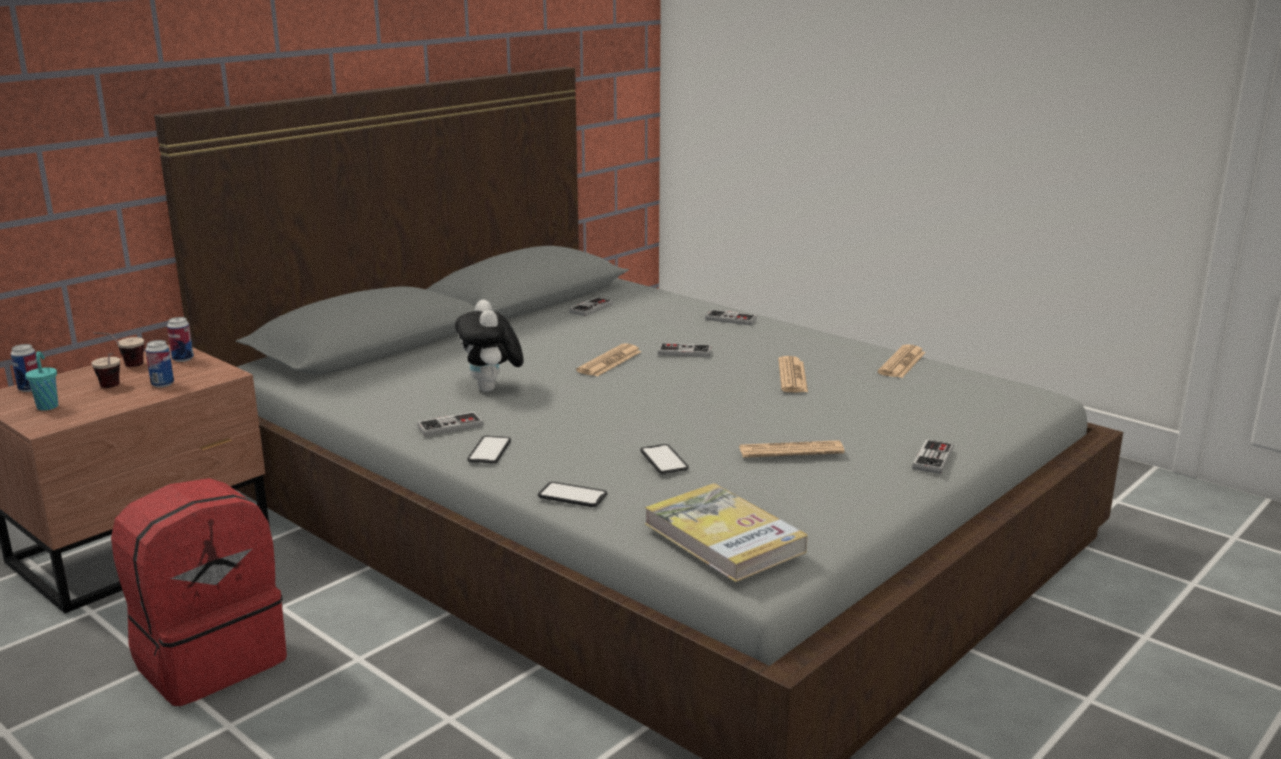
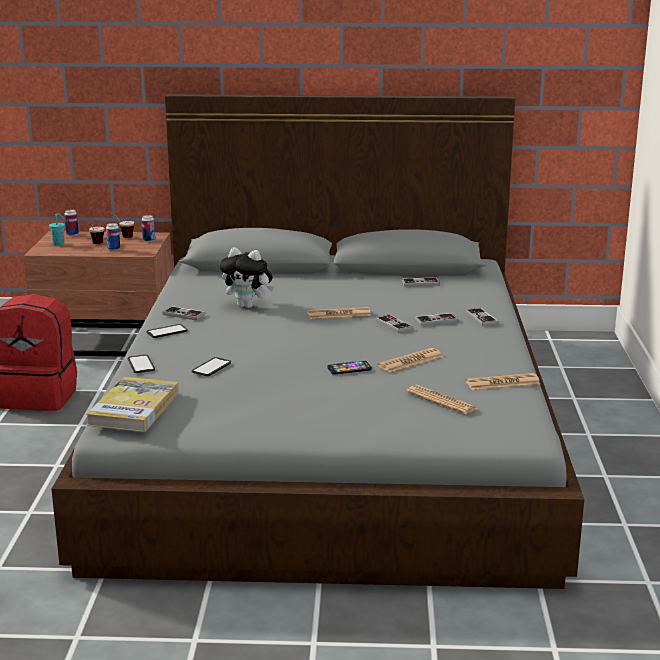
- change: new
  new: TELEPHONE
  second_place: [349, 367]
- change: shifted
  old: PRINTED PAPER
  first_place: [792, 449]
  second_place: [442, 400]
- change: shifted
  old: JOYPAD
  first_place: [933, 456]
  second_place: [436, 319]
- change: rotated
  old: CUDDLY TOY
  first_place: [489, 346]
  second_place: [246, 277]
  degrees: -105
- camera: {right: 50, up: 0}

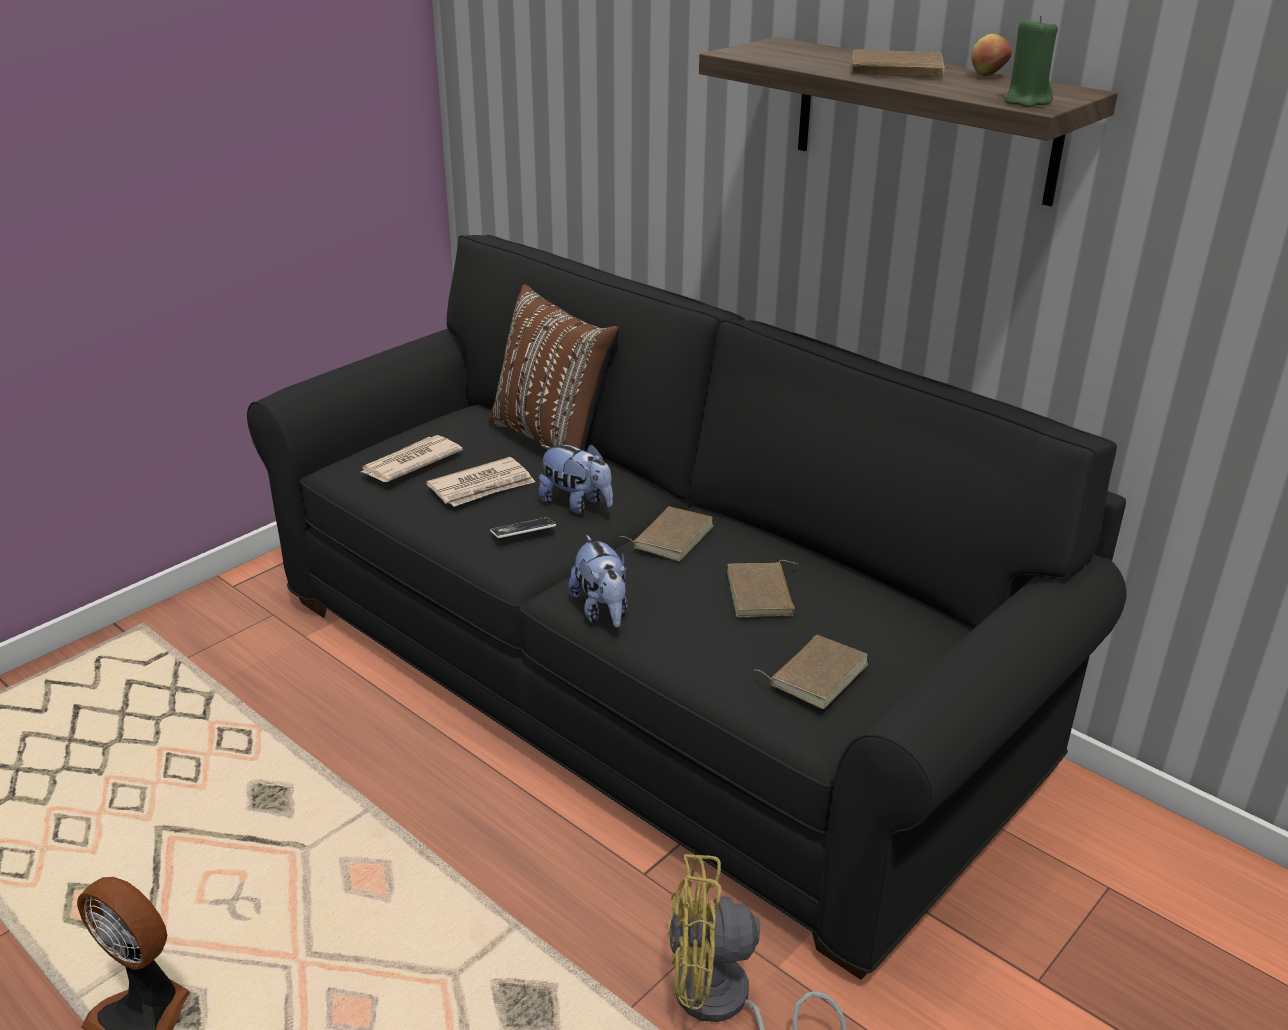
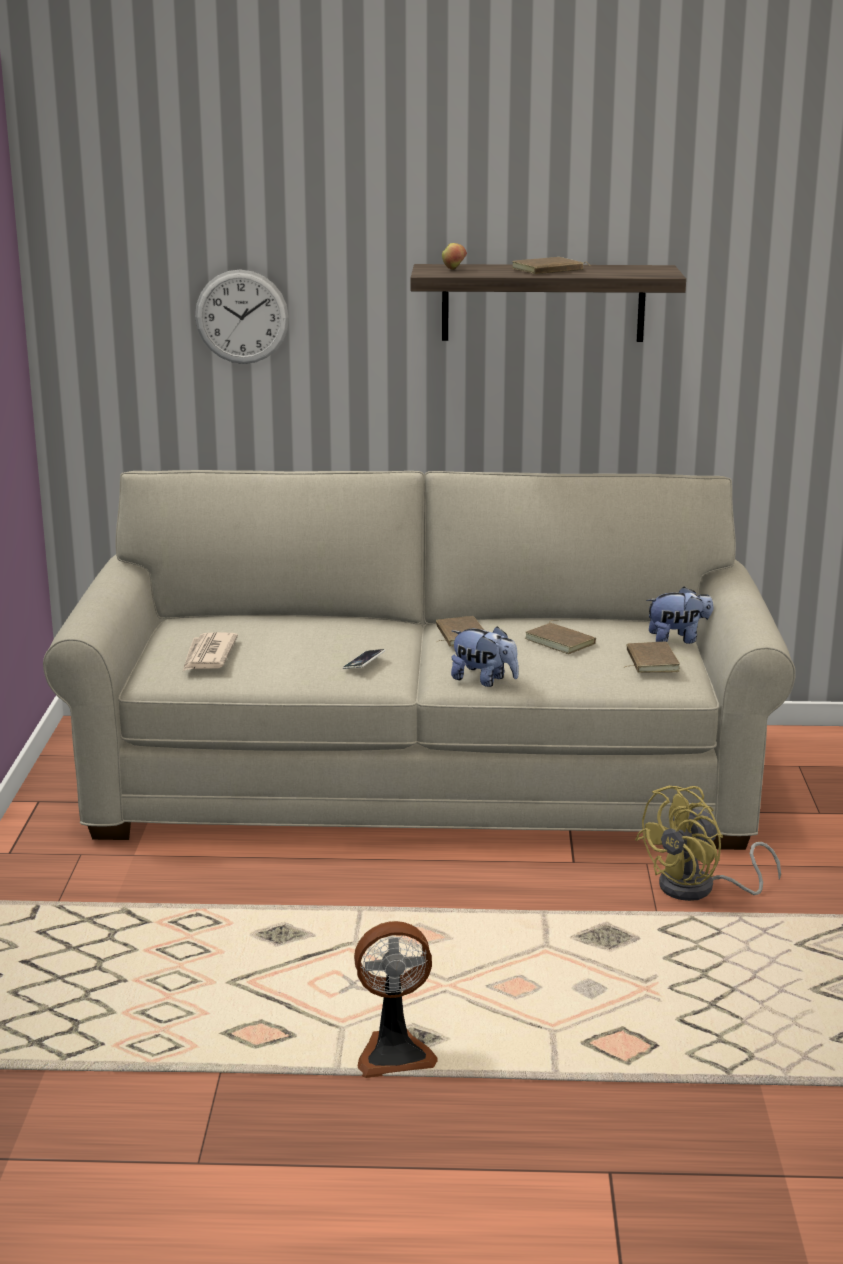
- change: gone
  old: PRINTED PAPER
  first_place: [480, 482]
- change: gone
  old: BROWNISH THROW PILLOW
  first_place: [553, 367]
- change: gone
  old: GREENISH CANDLE
  first_place: [1030, 61]
- change: new
  new: HANGING CLOCK
  second_place: [242, 317]
- change: shifted
  old: CUDDLY TOY
  first_place: [576, 479]
  second_place: [680, 615]
- change: shifted
  old: APPLE FRUIT
  first_place: [991, 55]
  second_place: [454, 256]
- change: repainted
  old: BLACKISH SETTEE
  new: BEIGE SETTEE
  first_place: [687, 607]
  second_place: [419, 660]
- camera: {right: -40, up: -10}

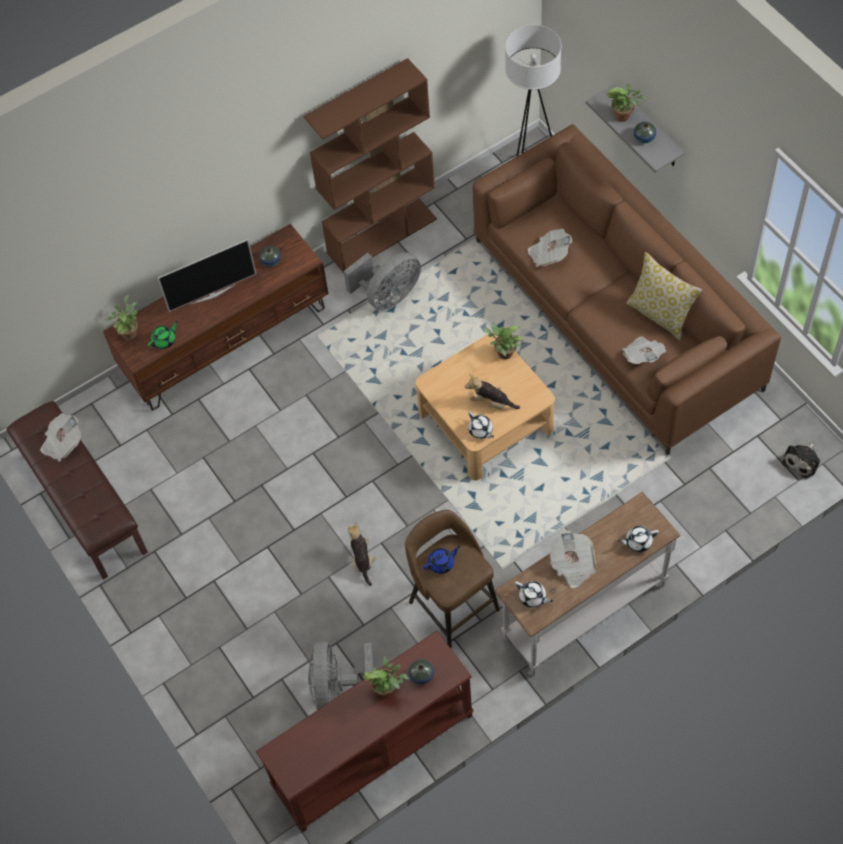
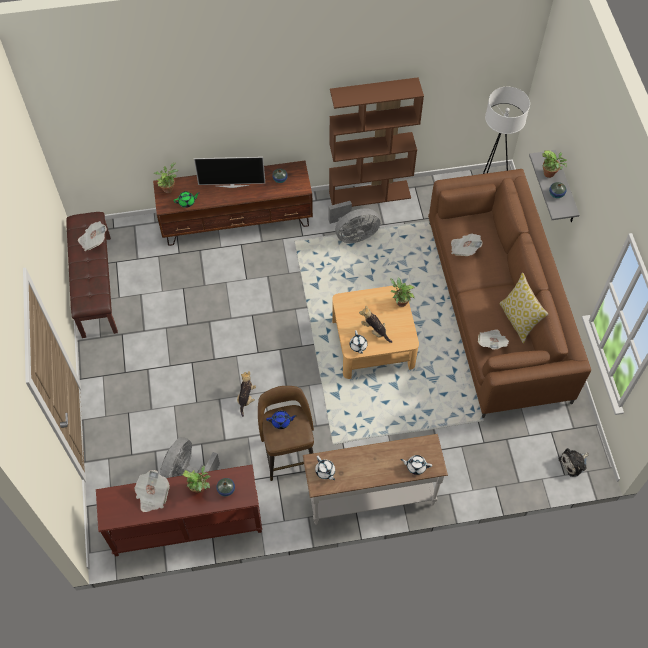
- change: shifted
  old: PRINTED PAPER
  first_place: [573, 559]
  second_place: [152, 491]
- camera: {right: 20, up: 0}

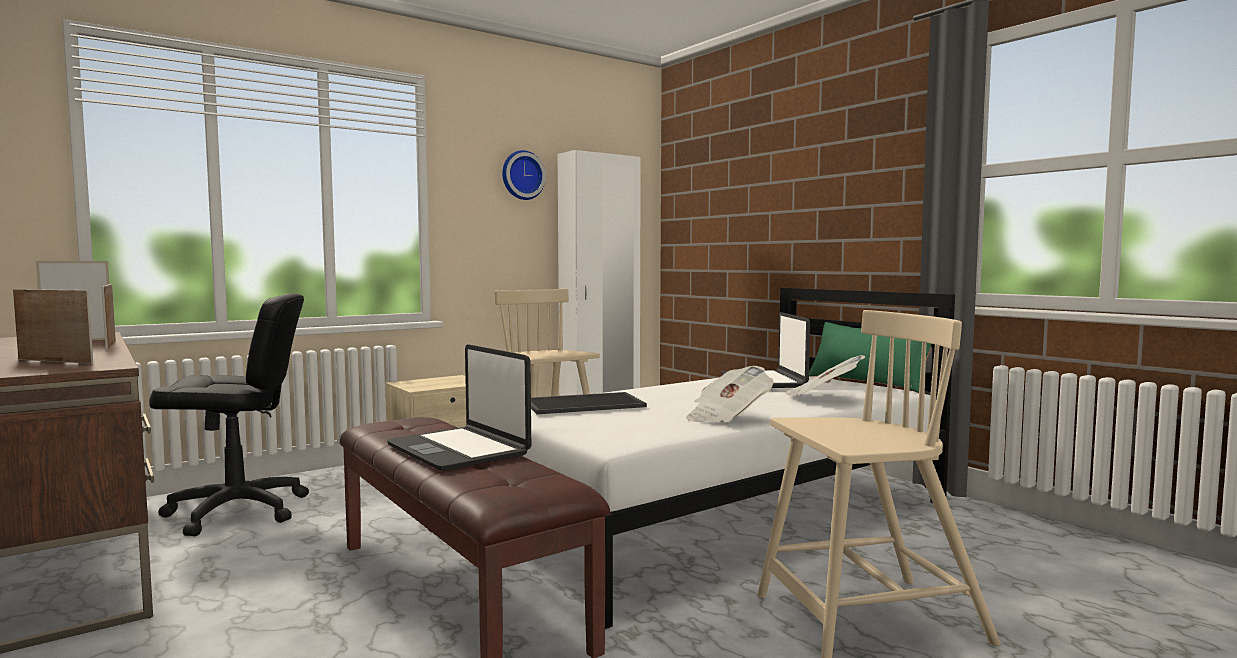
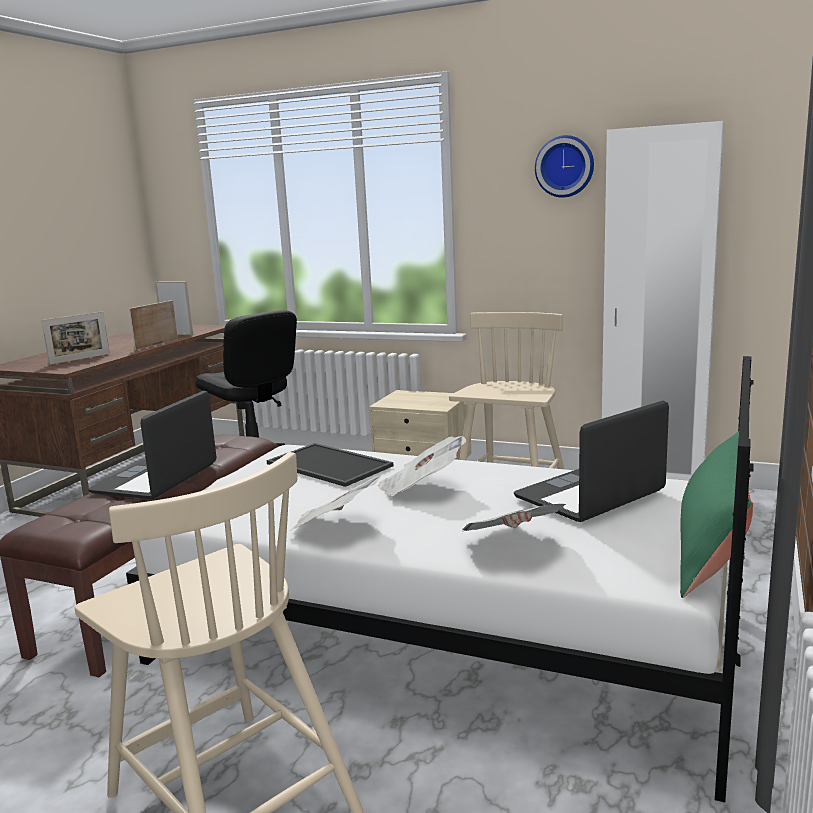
- change: new
  new: PRINTED PAPER
  second_place: [422, 466]
- change: rotated
  old: PICTURE FRAME
  first_place: [53, 326]
  second_place: [75, 338]
  degrees: 60
- camera: {right: 60, up: 10}

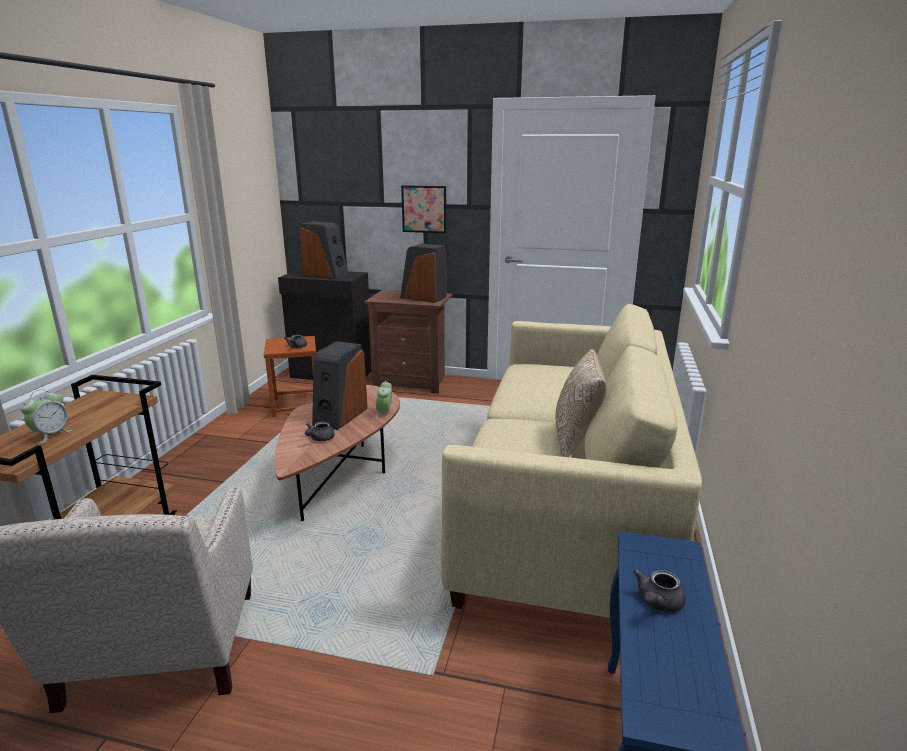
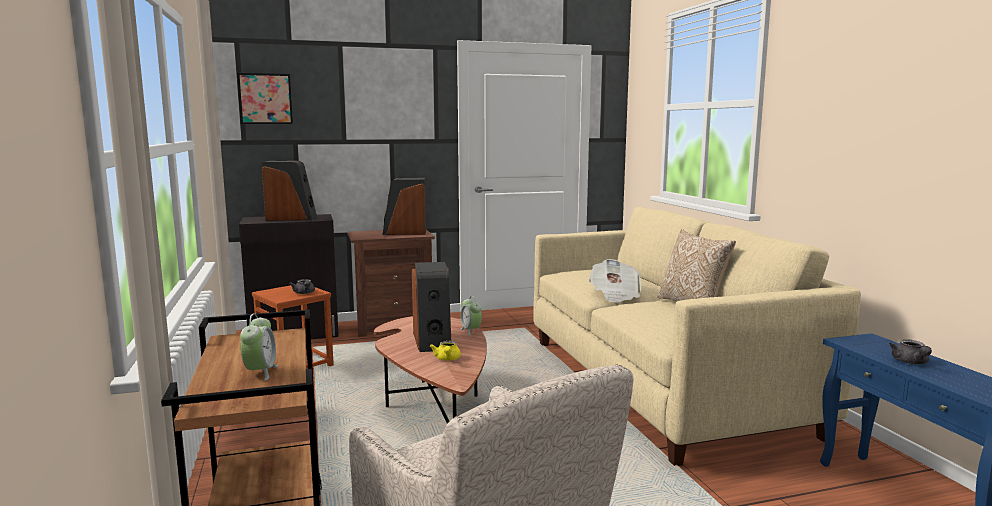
- change: new
  new: PRINTED PAPER
  second_place: [615, 281]
- change: shifted
  old: PICTURE
  first_place: [423, 209]
  second_place: [265, 98]
- change: repainted
  old: GRAY TEA POT
  new: YELLOW-COLOURED TEA POT
  first_place: [320, 431]
  second_place: [445, 351]
- camera: {right: -30, up: -10}

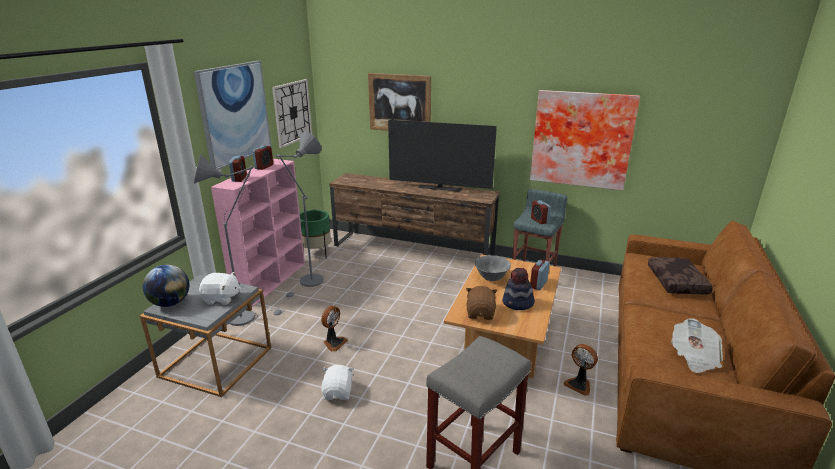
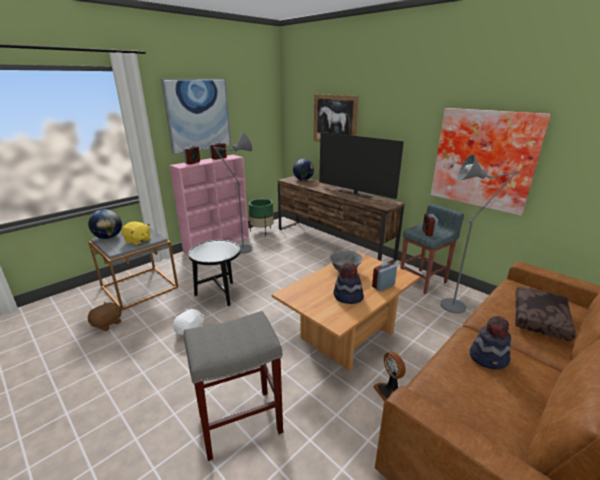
- change: gone
  old: HANGING CLOCK
  first_place: [292, 113]
- change: gone
  old: PRINTED PAPER
  first_place: [697, 345]
- change: new
  new: DESK GLOBE
  second_place: [303, 169]
- change: new
  new: CLOTHING HAT
  second_place: [490, 343]
- change: shifted
  old: GRAY FLOOR LAMP
  first_place: [238, 240]
  second_place: [480, 233]
- change: shifted
  old: BROWNISH CUDDLY TOY
  first_place: [482, 303]
  second_place: [105, 316]
- change: swapped
  old: ELECTRIC FAN
  new: BLACKISH END TABLE
  first_place: [334, 329]
  second_place: [214, 273]
- change: repainted
  old: WHITISH CUDDLY TOY
  new: YELLOW-COLOURED CUDDLY TOY
  first_place: [220, 288]
  second_place: [136, 234]
- camera: {right: 25, up: 0}

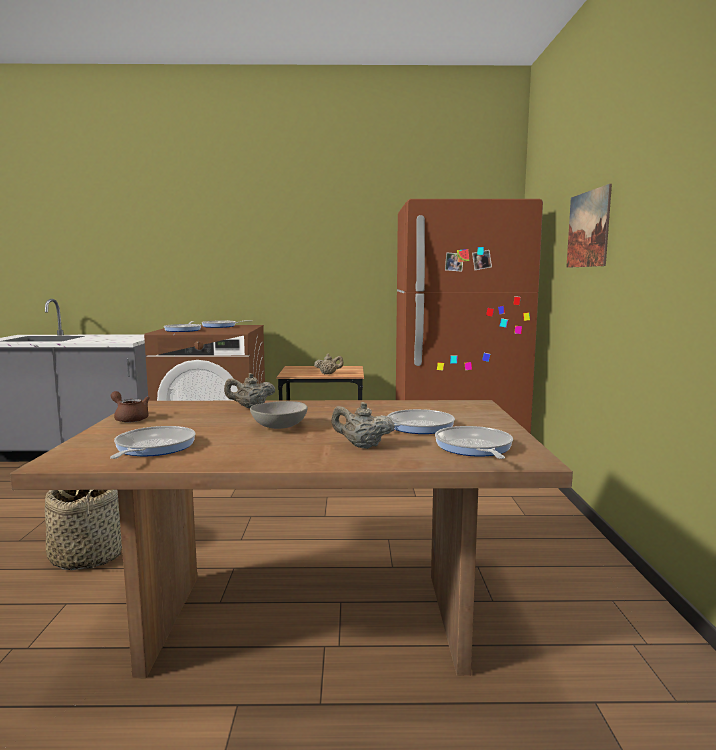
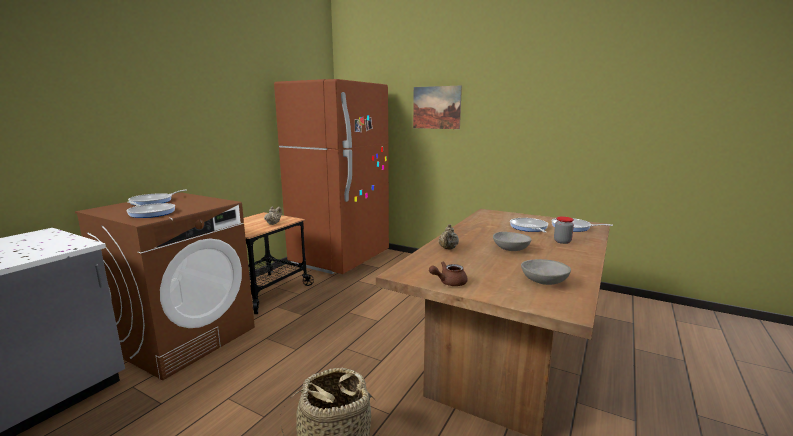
- change: swapped
  old: FRYING PAN
  new: GRAY BOWL
  first_place: [153, 442]
  second_place: [546, 272]
- change: swapped
  old: BEIGE TEA POT
  new: PRESERVE JAR
  first_place: [363, 425]
  second_place: [564, 230]
- camera: {right: -60, up: 5}

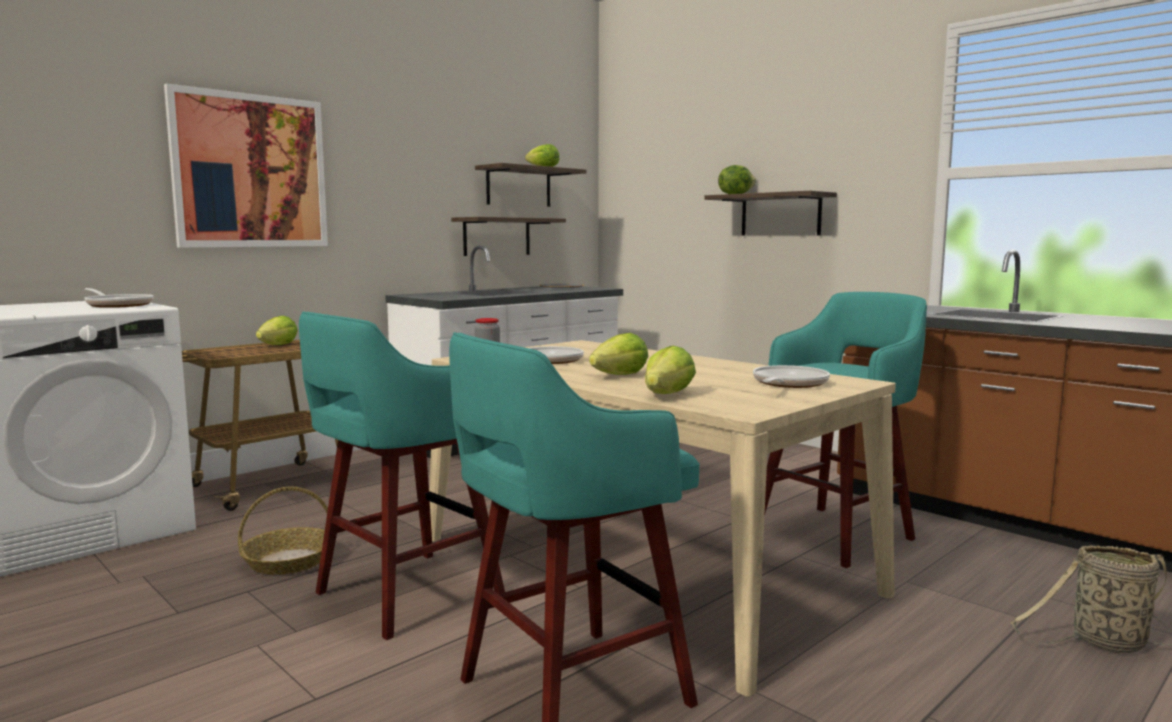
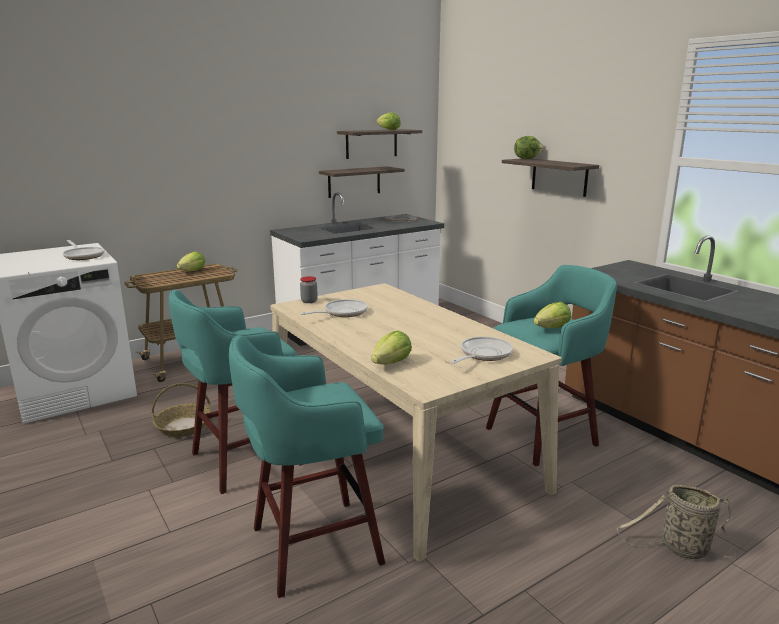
- change: gone
  old: PICTURE
  first_place: [246, 165]
- change: shifted
  old: LETTUCE HEAD
  first_place: [618, 354]
  second_place: [552, 315]
- camera: {right: 10, up: 10}

